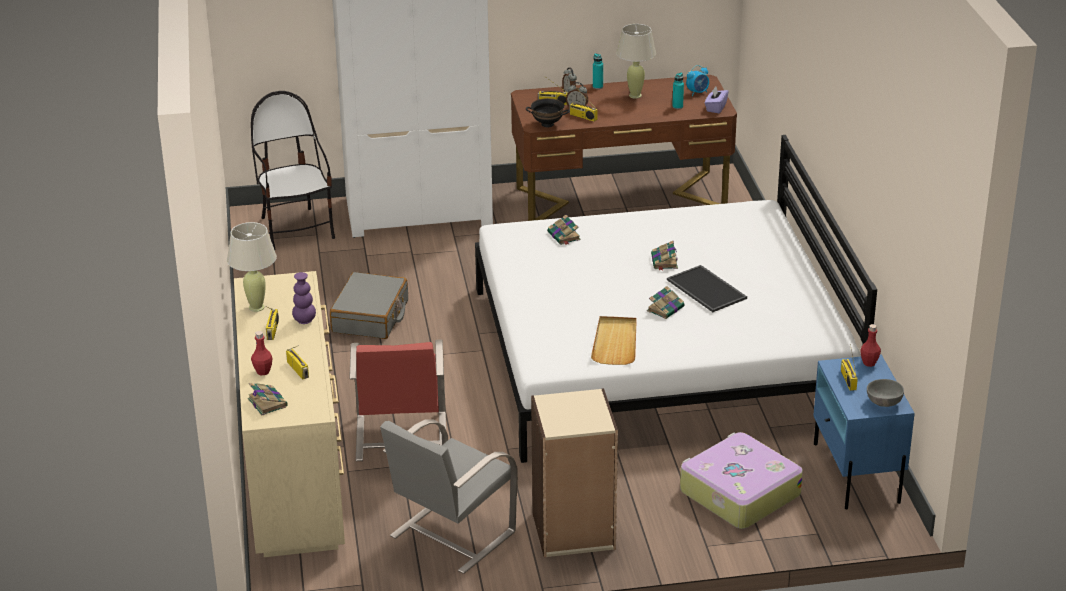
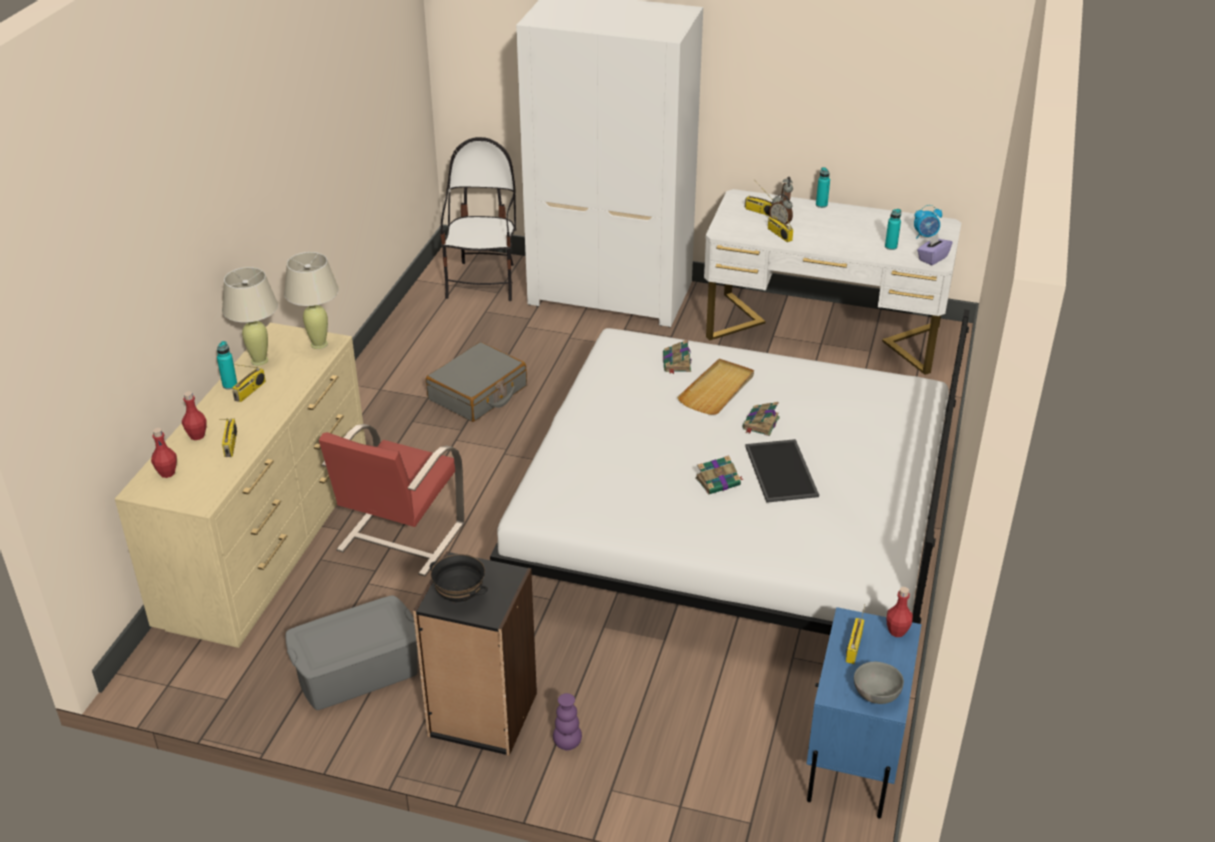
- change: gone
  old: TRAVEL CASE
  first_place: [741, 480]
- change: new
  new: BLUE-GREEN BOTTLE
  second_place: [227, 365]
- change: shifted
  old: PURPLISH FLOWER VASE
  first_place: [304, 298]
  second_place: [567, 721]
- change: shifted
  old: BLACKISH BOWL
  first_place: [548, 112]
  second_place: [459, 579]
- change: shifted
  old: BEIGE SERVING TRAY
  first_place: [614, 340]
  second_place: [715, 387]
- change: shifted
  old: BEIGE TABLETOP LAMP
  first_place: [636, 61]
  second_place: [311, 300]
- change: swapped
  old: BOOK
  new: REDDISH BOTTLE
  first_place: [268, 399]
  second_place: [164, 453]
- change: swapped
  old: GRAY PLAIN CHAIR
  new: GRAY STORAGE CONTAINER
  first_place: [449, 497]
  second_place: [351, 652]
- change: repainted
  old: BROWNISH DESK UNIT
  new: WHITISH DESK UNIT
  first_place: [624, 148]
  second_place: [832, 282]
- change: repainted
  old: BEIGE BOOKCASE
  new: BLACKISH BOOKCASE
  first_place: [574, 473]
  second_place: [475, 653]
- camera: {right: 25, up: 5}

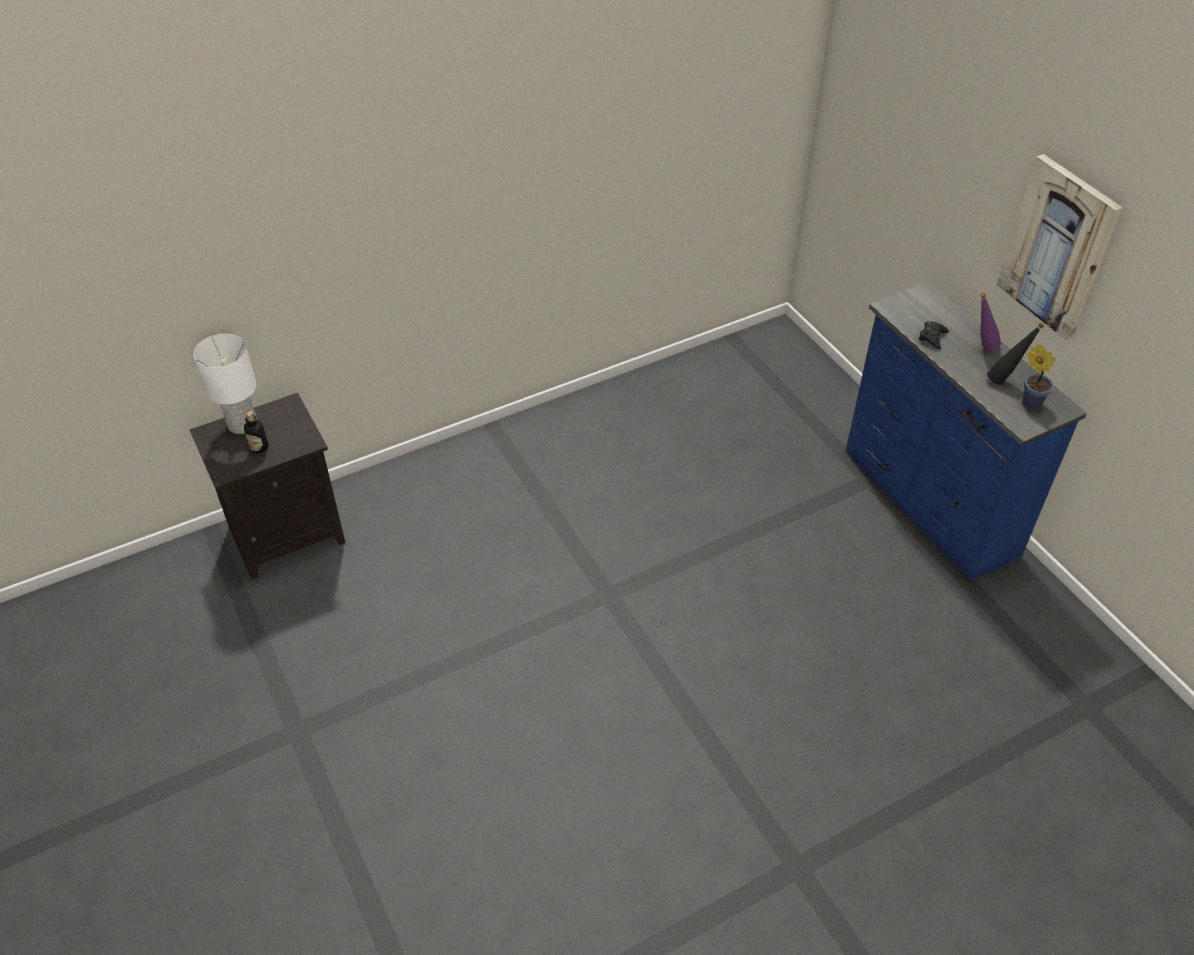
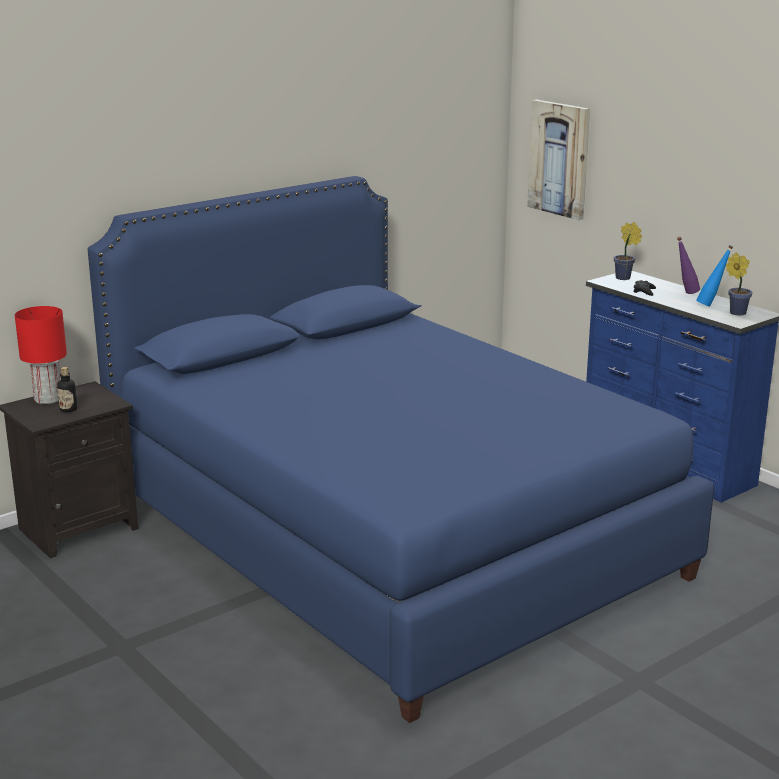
- change: new
  new: BLUISH BEDROOM BED
  second_place: [401, 449]
- change: new
  new: PLANT IN A POT
  second_place: [628, 251]
- change: shifted
  old: PICTURE
  first_place: [1060, 247]
  second_place: [558, 159]
- change: repainted
  old: WHITISH TABLETOP LAMP
  new: REDDISH TABLETOP LAMP
  first_place: [224, 384]
  second_place: [41, 355]
- change: repainted
  old: BLACKISH BOTTLE
  new: BLUISH BOTTLE
  first_place: [1015, 354]
  second_place: [715, 275]
- camera: {right: -10, up: -25}

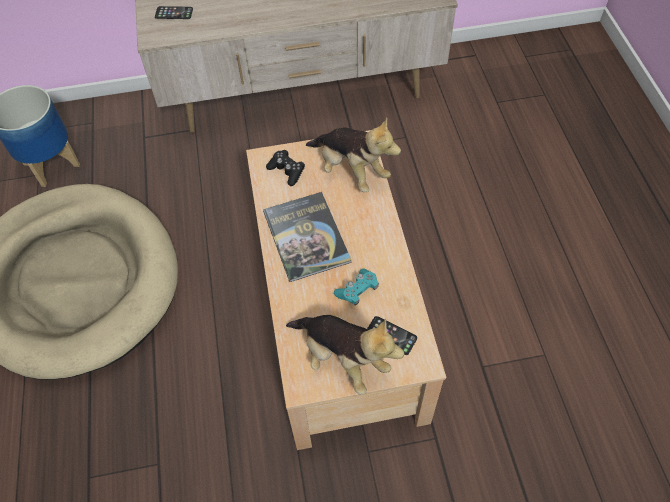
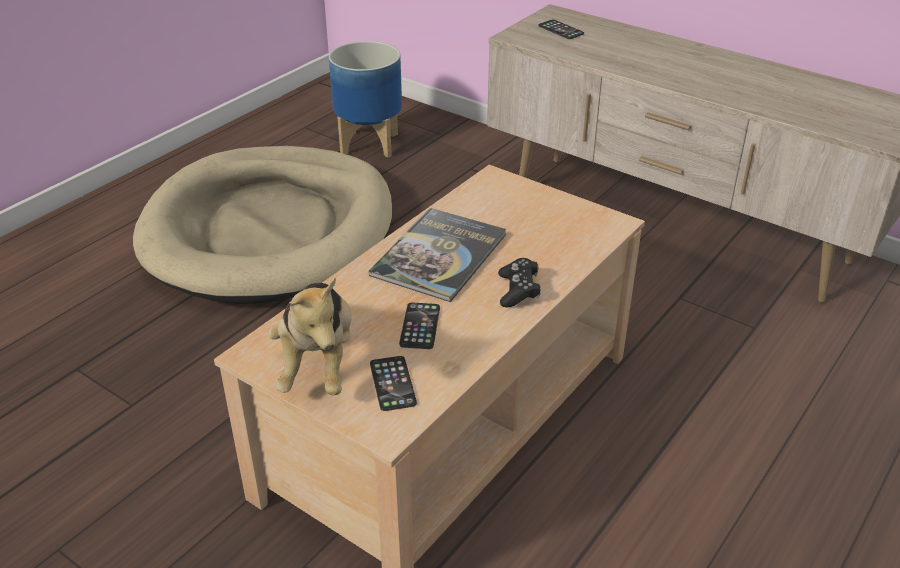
- change: gone
  old: CUDDLY TOY
  first_place: [353, 155]
- change: shifted
  old: BLACKISH JOYPAD
  first_place: [285, 168]
  second_place: [519, 282]
- change: swapped
  old: BLUE-GREEN JOYPAD
  new: TELEPHONE
  first_place: [356, 287]
  second_place: [419, 326]
- camera: {right: 45, up: -20}

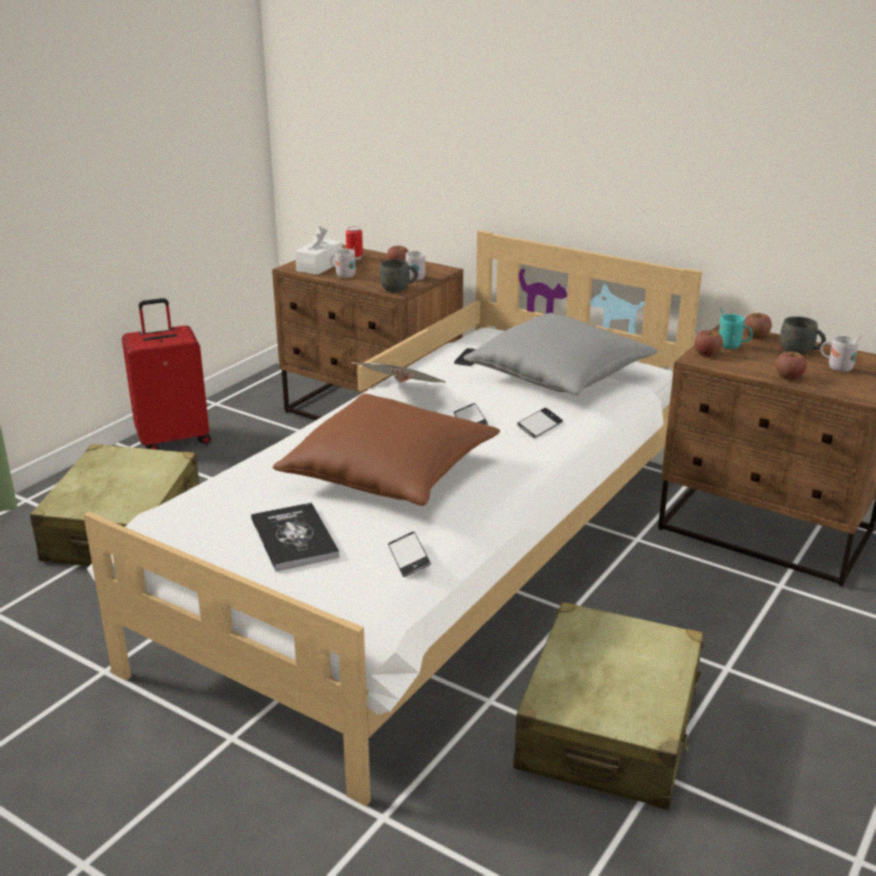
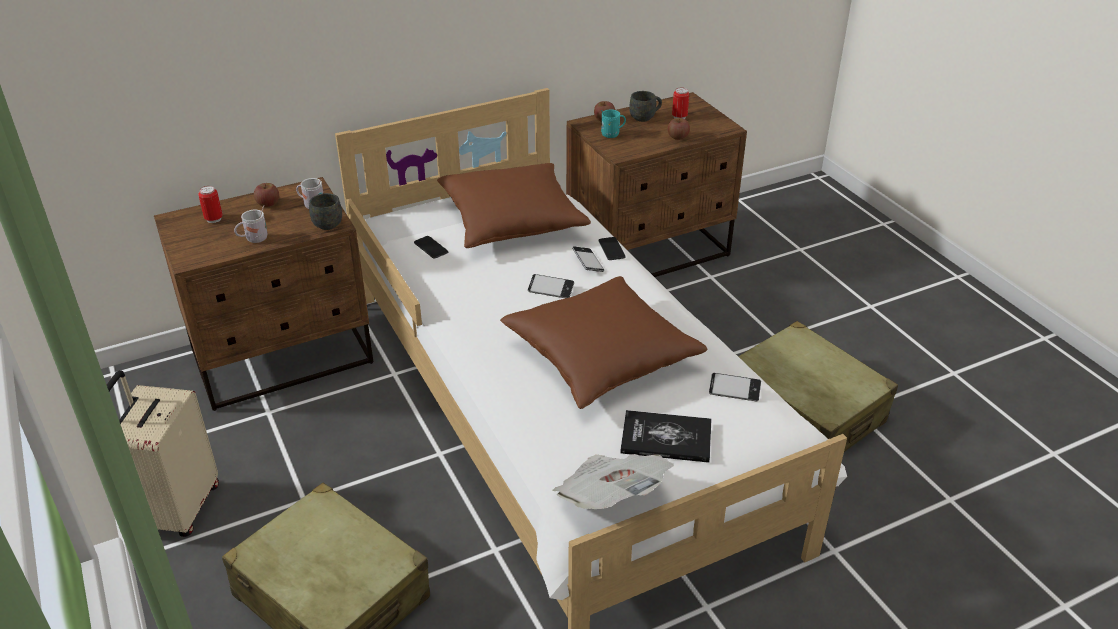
- change: gone
  old: WHITISH TISSUE BOX
  first_place: [318, 250]
- change: gone
  old: APPLE FRUIT
  first_place: [708, 343]
- change: new
  new: TELEPHONE
  second_place: [612, 248]
- change: shifted
  old: PRINTED PAPER
  first_place: [398, 372]
  second_place: [613, 481]
- change: swapped
  old: WHITISH TEA MUG
  new: METAL CAN
  first_place: [842, 353]
  second_place: [680, 103]
- change: repainted
  old: REDDISH TRAVEL CASE
  new: BEIGE TRAVEL CASE
  first_place: [166, 374]
  second_place: [163, 453]
- change: repainted
  old: GRAY THROW PILLOW
  new: BROWNISH THROW PILLOW
  first_place: [560, 354]
  second_place: [514, 205]
- camera: {right: -60, up: 10}

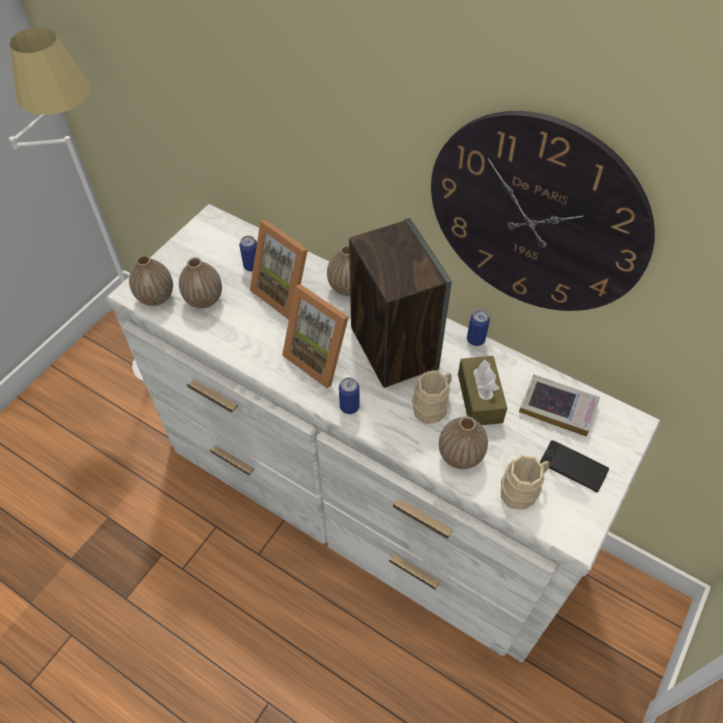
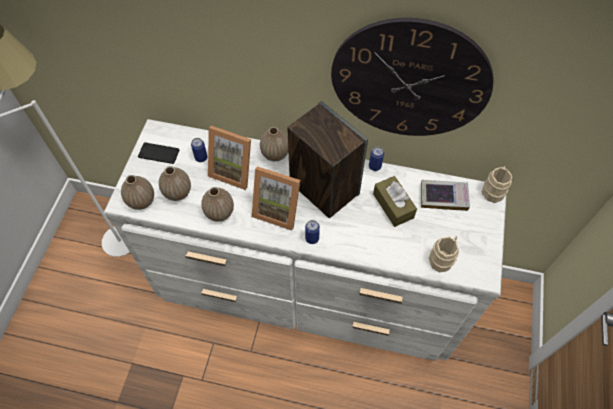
- change: shifted
  old: BEIGE TEA MUG
  first_place: [432, 397]
  second_place: [497, 184]
- change: shifted
  old: FLOWER VASE
  first_place: [463, 442]
  second_place: [217, 204]
- change: shifted
  old: TELEPHONE
  first_place: [574, 466]
  second_place: [158, 153]
- camera: {right: -20, up: 5}

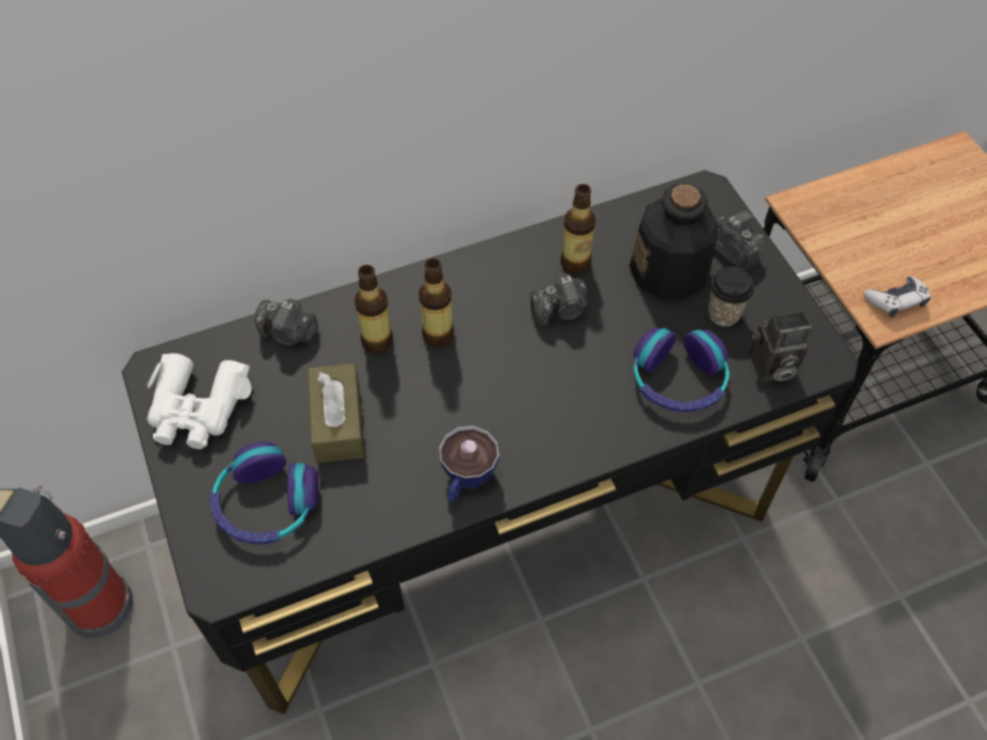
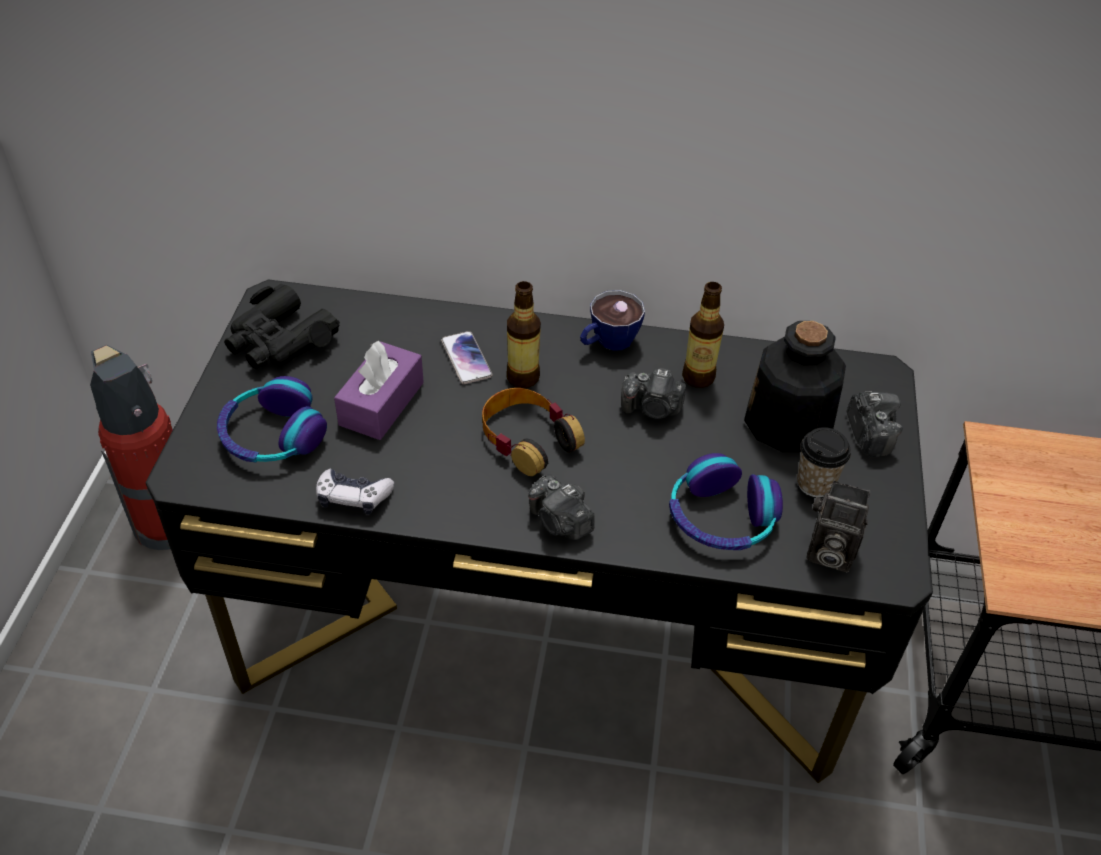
- change: new
  new: HEADPHONES
  second_place: [533, 432]
- change: shifted
  old: STILL CAMERA
  first_place: [286, 322]
  second_place: [561, 507]
- change: shifted
  old: CUP
  first_place: [469, 464]
  second_place: [612, 320]
- change: shifted
  old: JOYPAD
  first_place: [897, 296]
  second_place: [355, 491]
- change: swapped
  old: BOTTLE
  new: TELEPHONE
  first_place: [373, 309]
  second_place: [467, 357]
- change: repainted
  old: WHITISH PAIR OF BINOCULARS
  new: BLACKISH PAIR OF BINOCULARS
  first_place: [199, 401]
  second_place: [282, 326]
- change: repainted
  old: BROWNISH TISSUE BOX
  new: PURPLISH TISSUE BOX
  first_place: [336, 413]
  second_place: [379, 390]
- camera: {right: 30, up: -10}

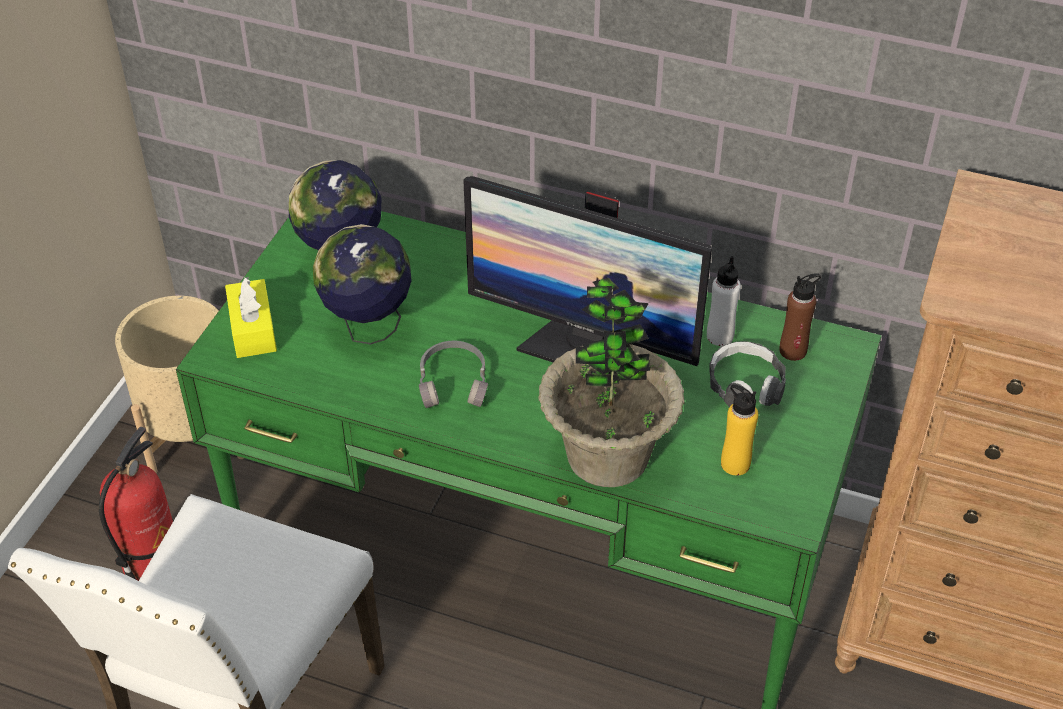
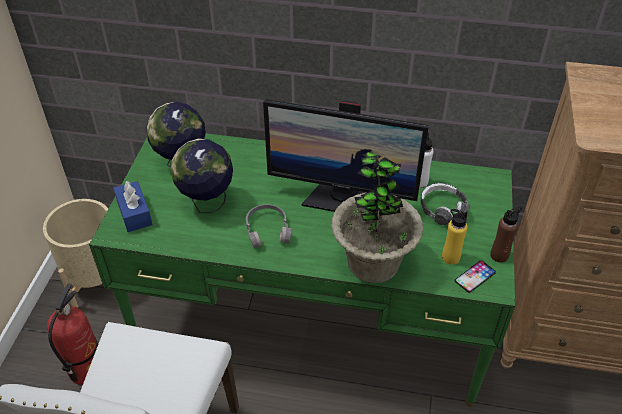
- change: new
  new: TELEPHONE
  second_place: [475, 277]
- change: shifted
  old: BROWNISH BOTTLE
  first_place: [800, 317]
  second_place: [506, 234]
- change: repainted
  old: YELLOW-COLOURED TISSUE BOX
  new: BLUISH TISSUE BOX
  first_place: [251, 317]
  second_place: [133, 206]
- camera: {right: -10, up: 0}

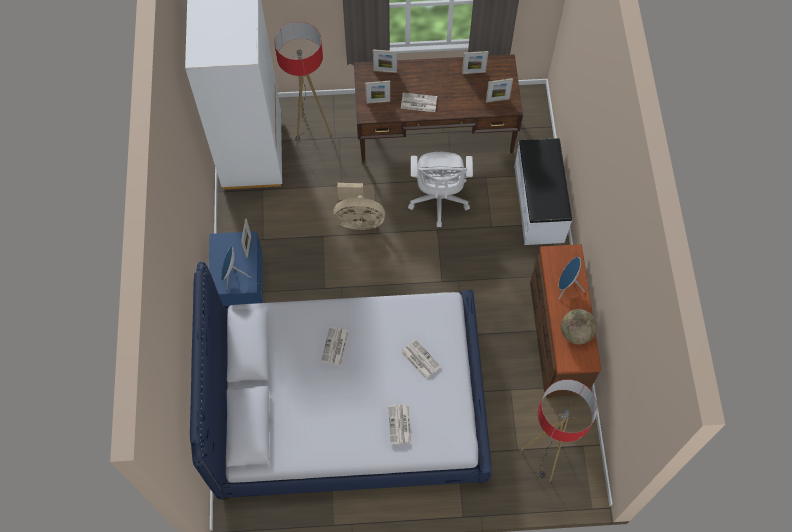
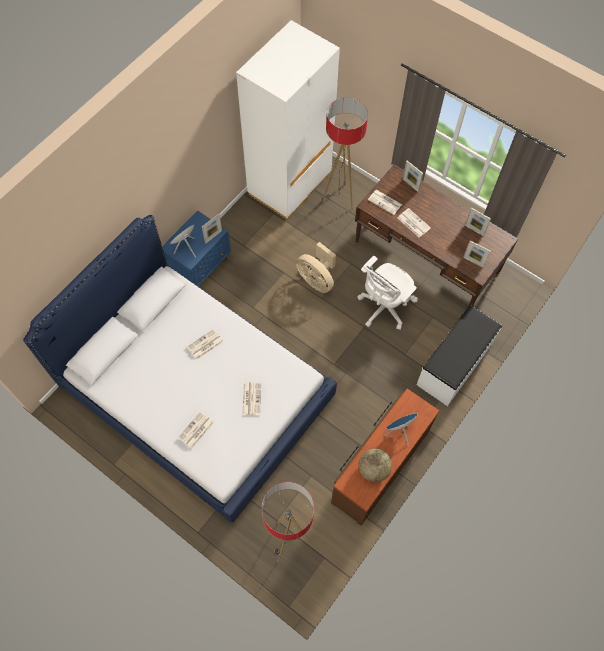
- change: swapped
  old: PICTURE FRAME
  new: PRINTED PAPER
  first_place: [377, 92]
  second_place: [385, 202]
- camera: {right: 40, up: 0}

